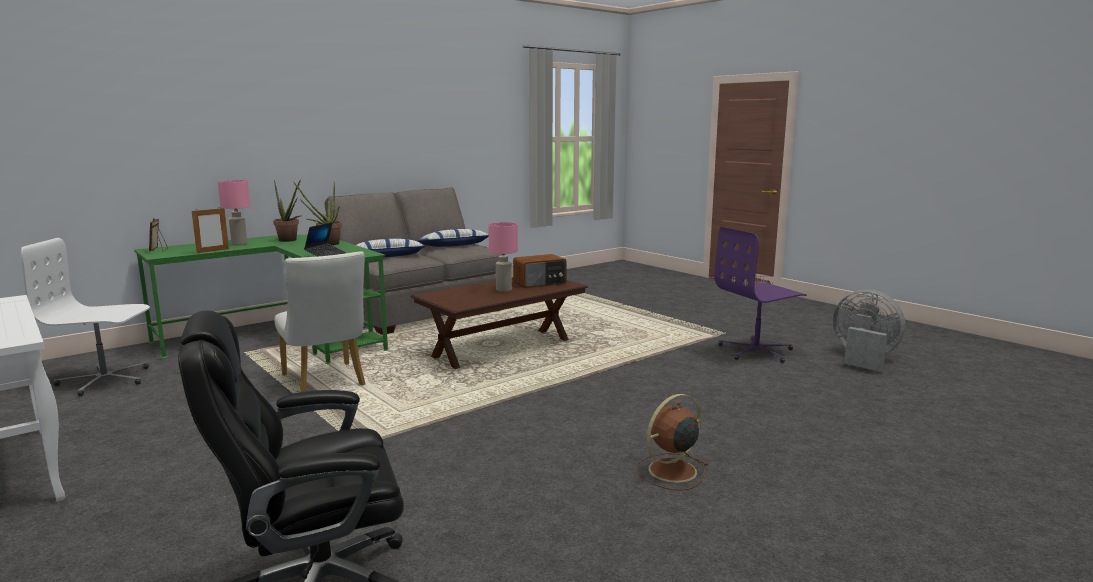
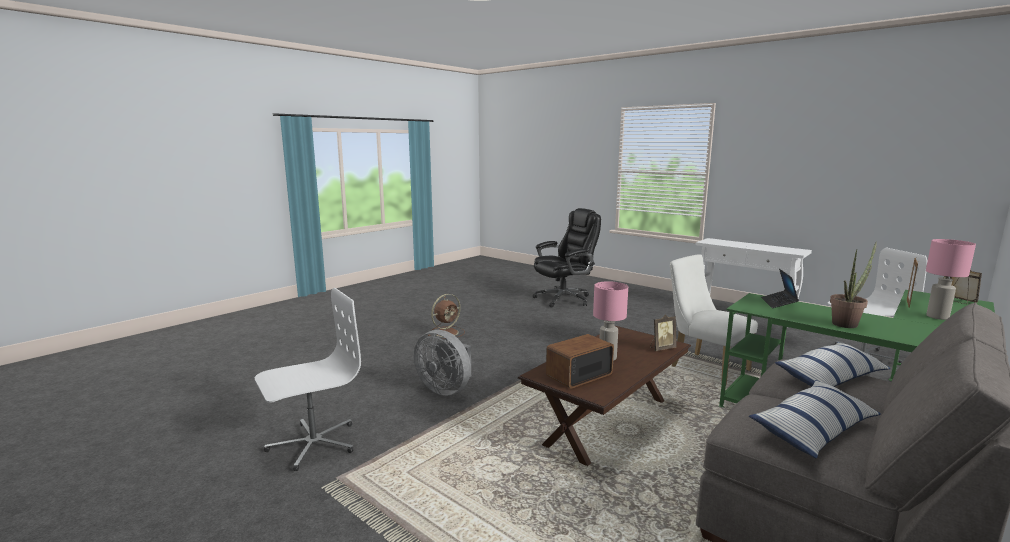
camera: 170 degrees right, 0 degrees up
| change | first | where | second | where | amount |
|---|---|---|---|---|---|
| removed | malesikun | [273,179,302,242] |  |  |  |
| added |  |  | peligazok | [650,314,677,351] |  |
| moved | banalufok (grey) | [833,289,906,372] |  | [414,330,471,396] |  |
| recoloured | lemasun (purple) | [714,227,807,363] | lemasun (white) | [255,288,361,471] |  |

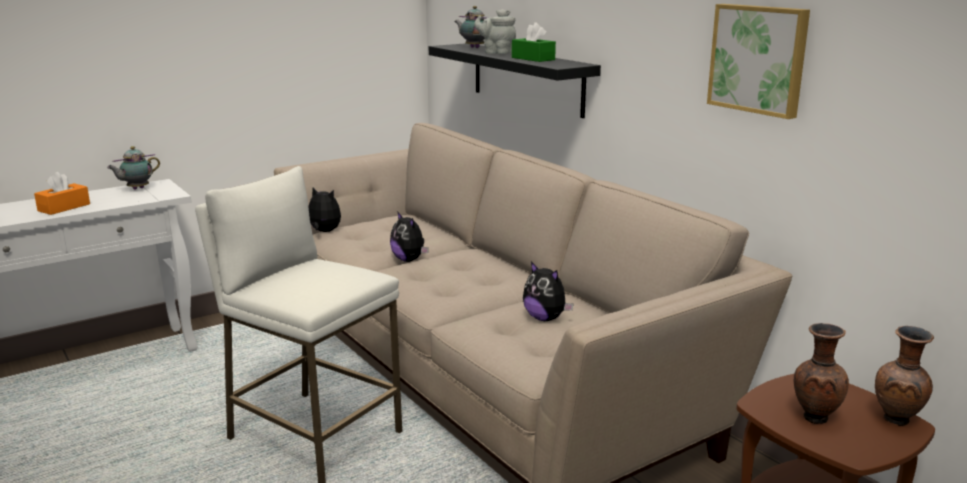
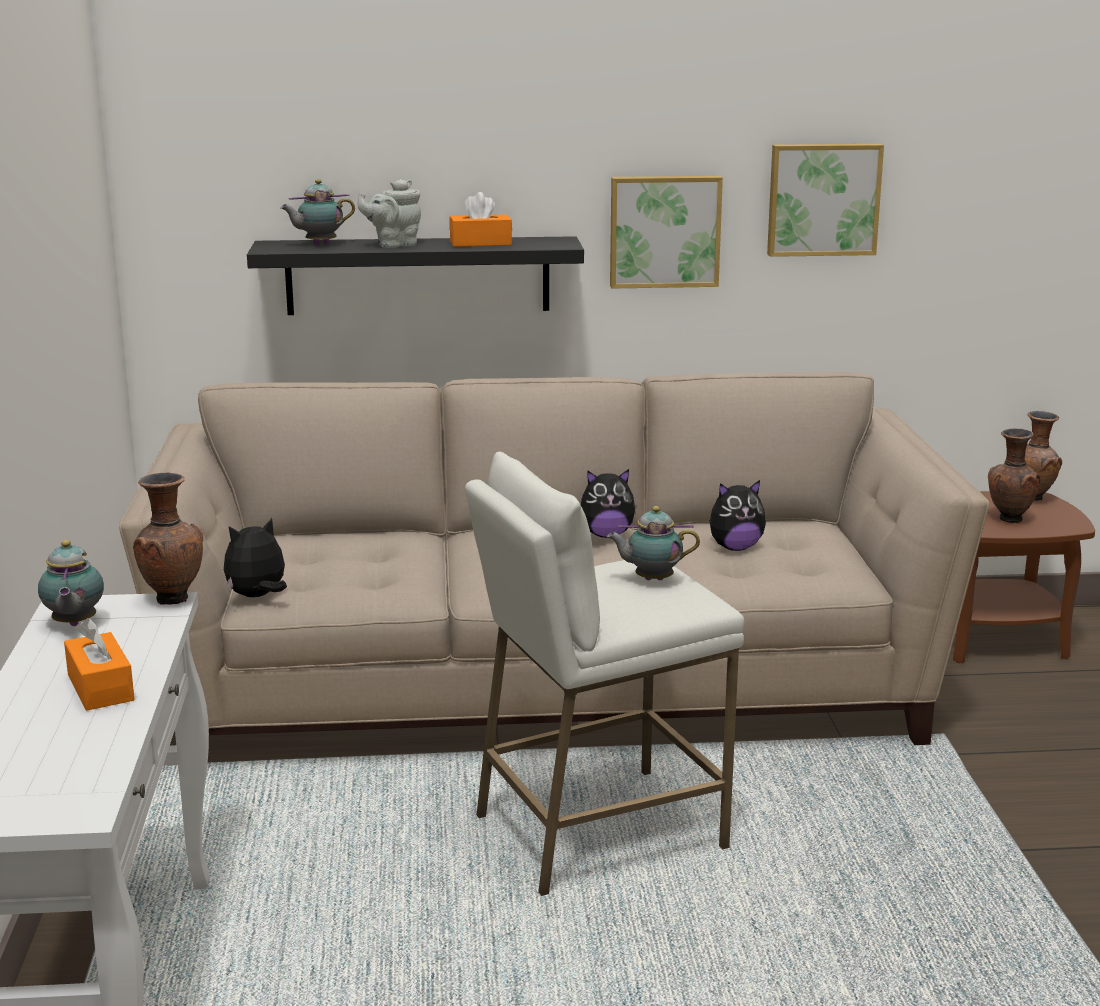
camera: 60 degrees left, 0 degrees up
| change | first | where | second | where | amount |
|---|---|---|---|---|---|
| added |  |  | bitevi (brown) | [133,472,203,605] |  |
| added |  |  | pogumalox | [607,506,700,580] |  |
| added |  |  | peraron | [610,176,723,289] |  |
| moved | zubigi | [390,211,429,262] |  | [581,469,637,538] |  |
| recoloured | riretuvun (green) | [512,22,556,62] | riretuvun (orange) | [449,192,512,247] |  |

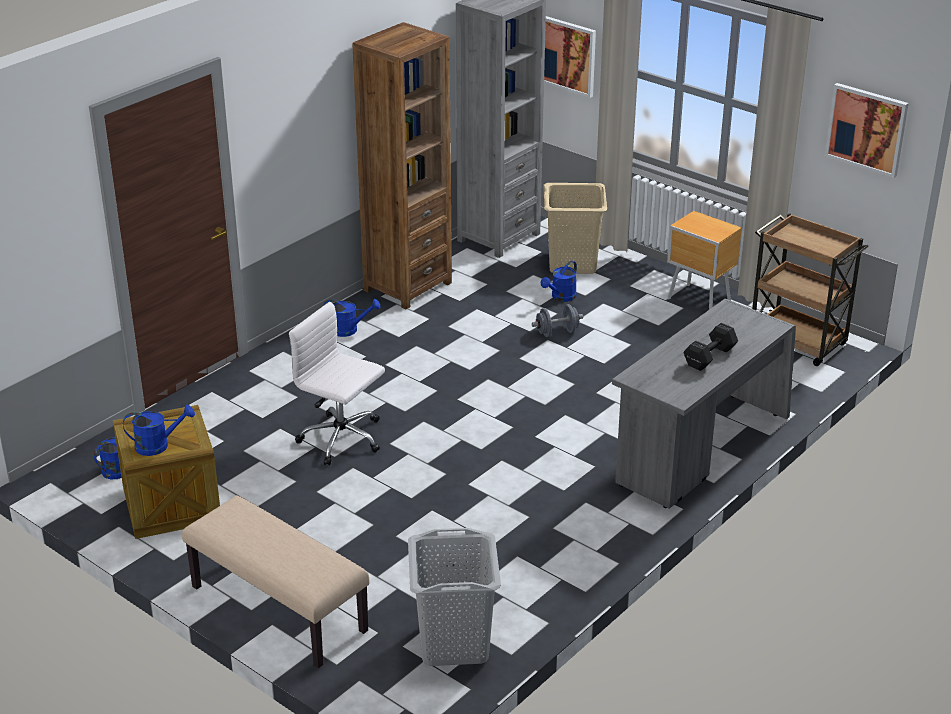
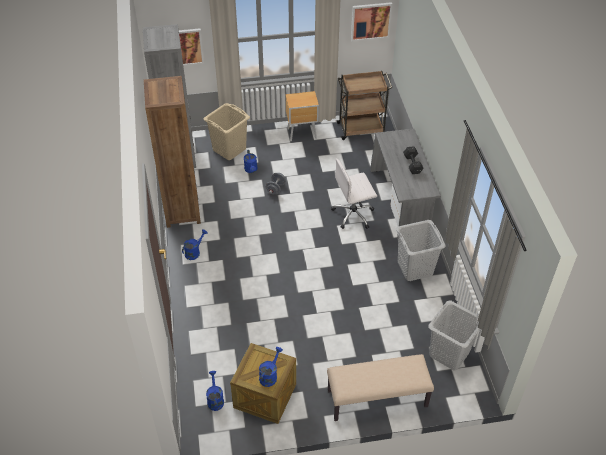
camera: 50 degrees left, 15 degrees up
| change | first | where | second | where | amount |
|---|---|---|---|---|---|
| added |  |  | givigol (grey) | [396,220,446,281] |  |
| moved | lemasun (white) | [289,302,385,465] |  | [331,159,377,229] |  |

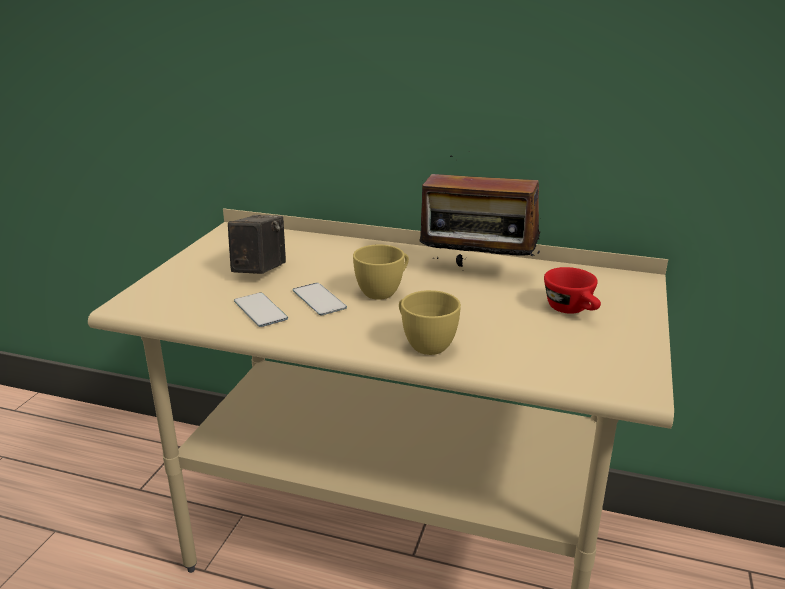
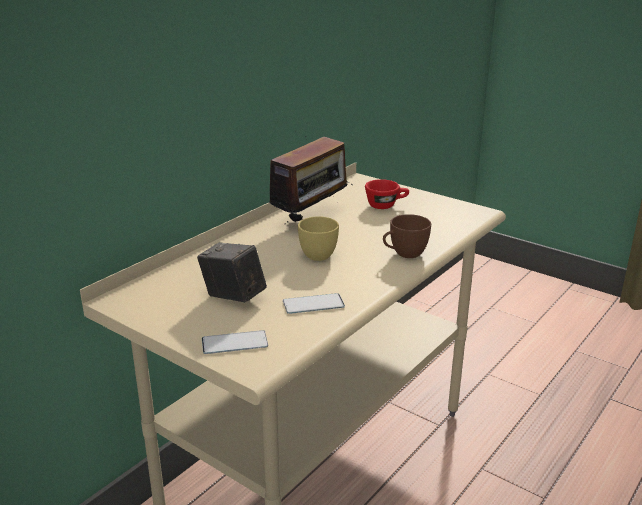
camera: 70 degrees left, 0 degrees up
| change | first | where | second | where | amount |
|---|---|---|---|---|---|
| moved | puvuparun | [292,283,347,315] |  | [202,330,268,354] |  |
| recoloured | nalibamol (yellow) | [399,290,461,355] | nalibamol (brown) | [383,214,431,258] |  |

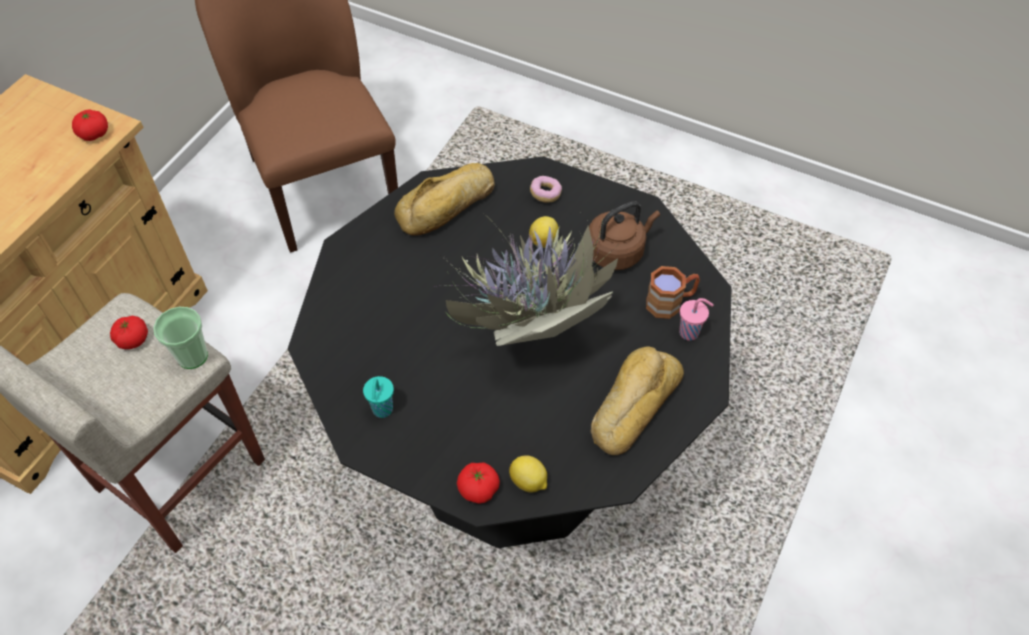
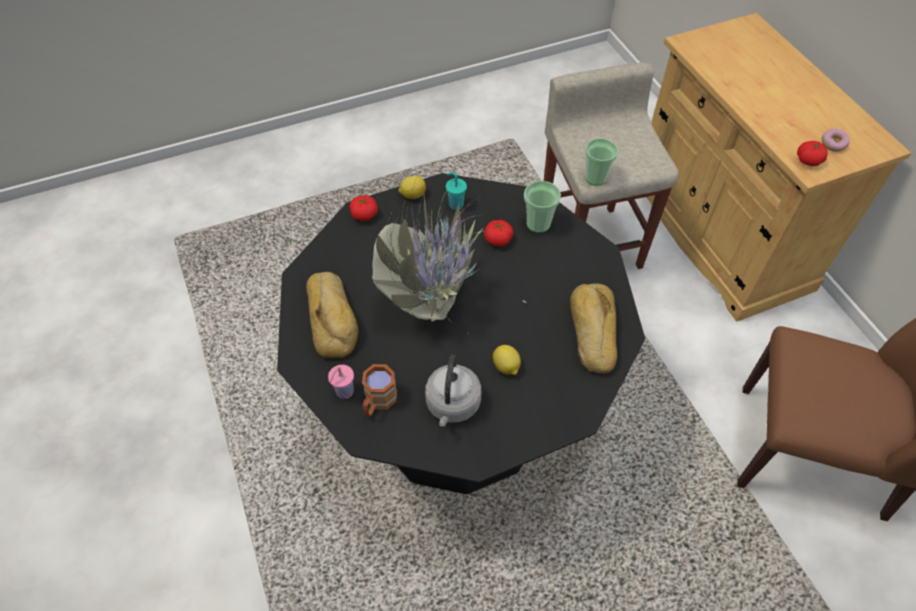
camera: 130 degrees right, 0 degrees up
| change | first | where | second | where | amount |
|---|---|---|---|---|---|
| added |  |  | nalibamol | [524,181,561,233] |  |
| moved | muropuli | [110,316,148,349] |  | [484,220,513,247] |  |
| moved | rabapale | [509,455,547,493] |  | [398,176,426,199] |  |
| moved | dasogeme | [530,176,562,202] |  | [822,128,850,152] |  |
| recoloured | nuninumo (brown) | [589,201,660,270] | nuninumo (grey) | [425,354,481,426] |  |

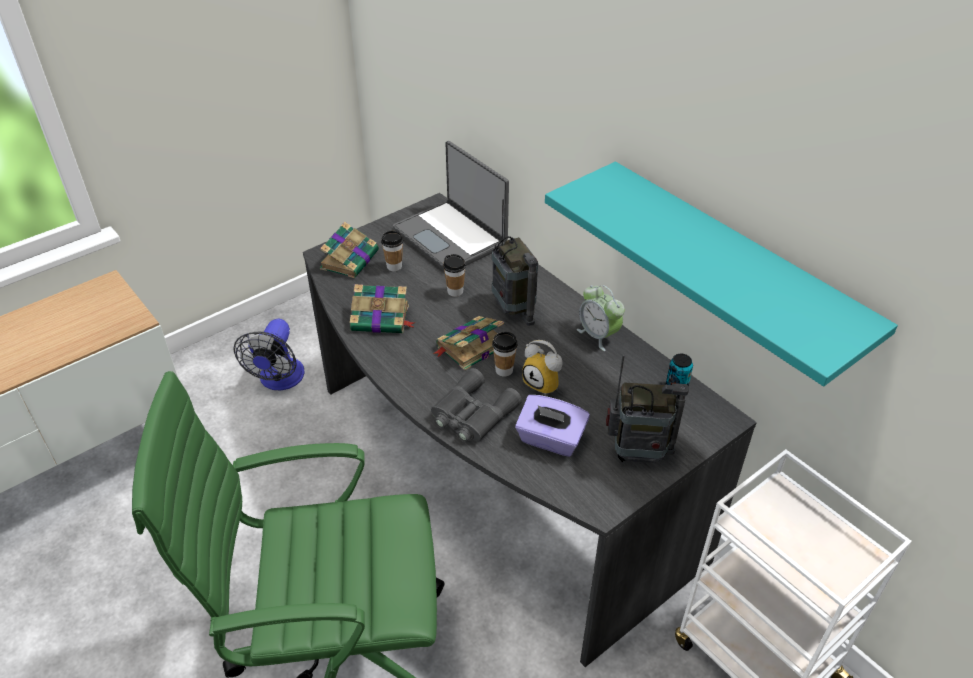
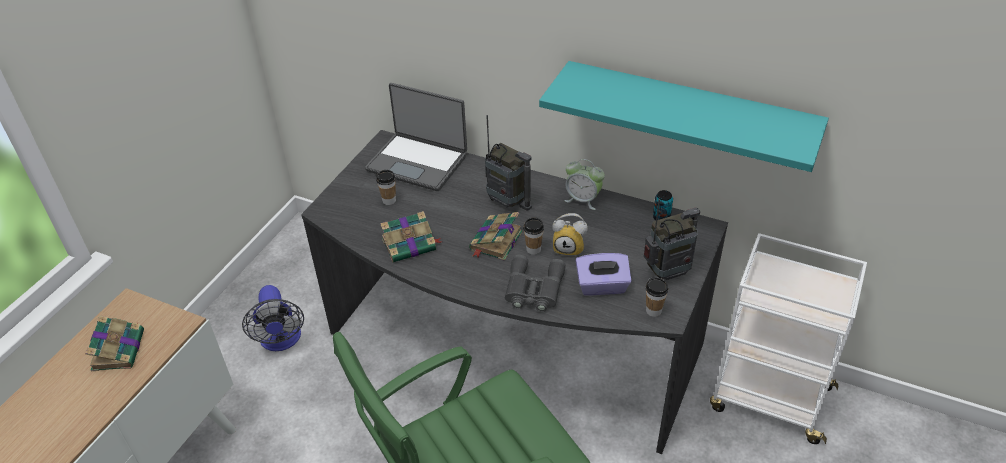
camera: 25 degrees left, 0 degrees up
| change | first | where | second | where | amount |
|---|---|---|---|---|---|
| moved | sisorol | [320,221,379,278] |  | [86,315,144,371] |  |
| moved | nalibamol | [443,254,466,297] |  | [646,277,669,317] |  |

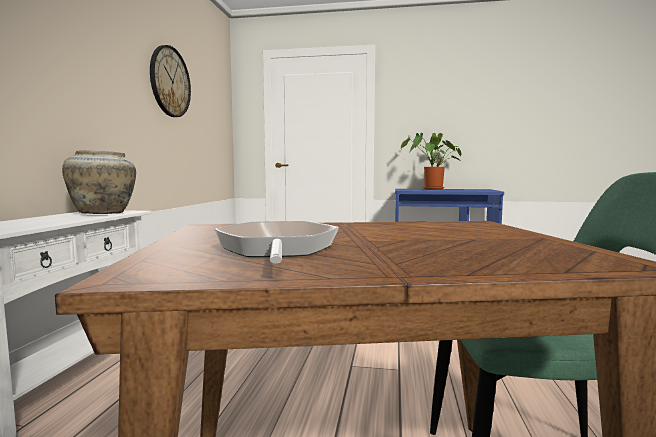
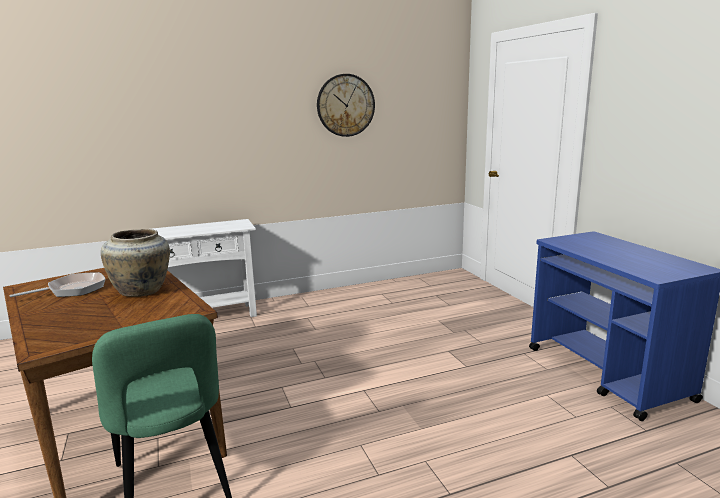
camera: 60 degrees right, 10 degrees up
| change | first | where | second | where | amount |
|---|---|---|---|---|---|
| removed | malesikun | [401,133,462,190] |  |  |  |
| moved | bitevi (beige) | [62,150,136,214] |  | [101,229,170,297] |  |

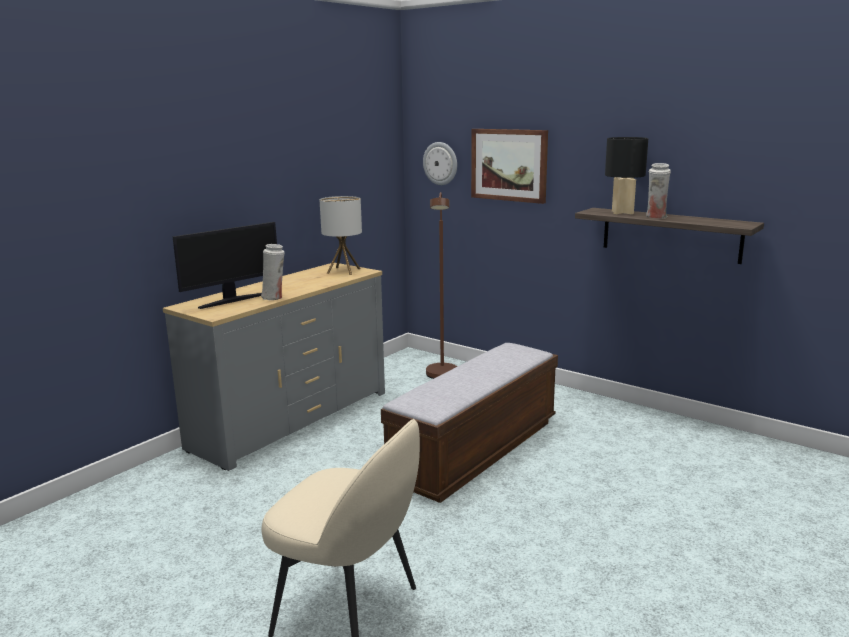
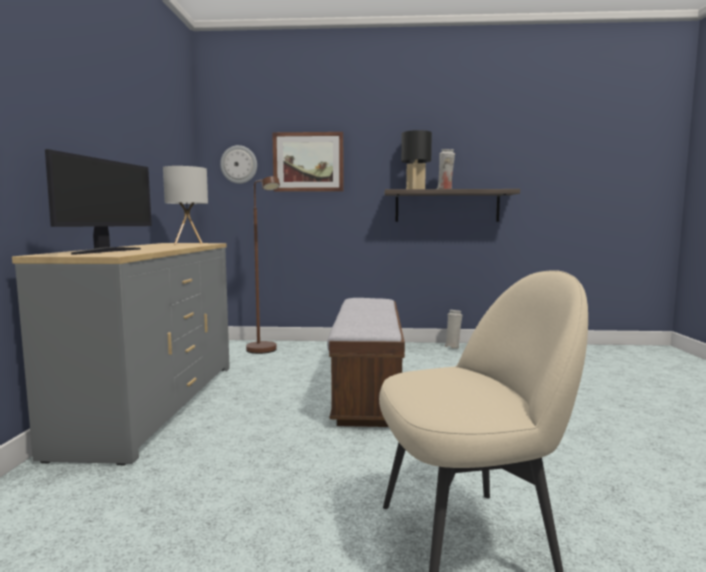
camera: 35 degrees left, 10 degrees down
| change | first | where | second | where | amount |
|---|---|---|---|---|---|
| moved | bitevi (white) | [261,244,285,300] |  | [445,310,463,349] |  |

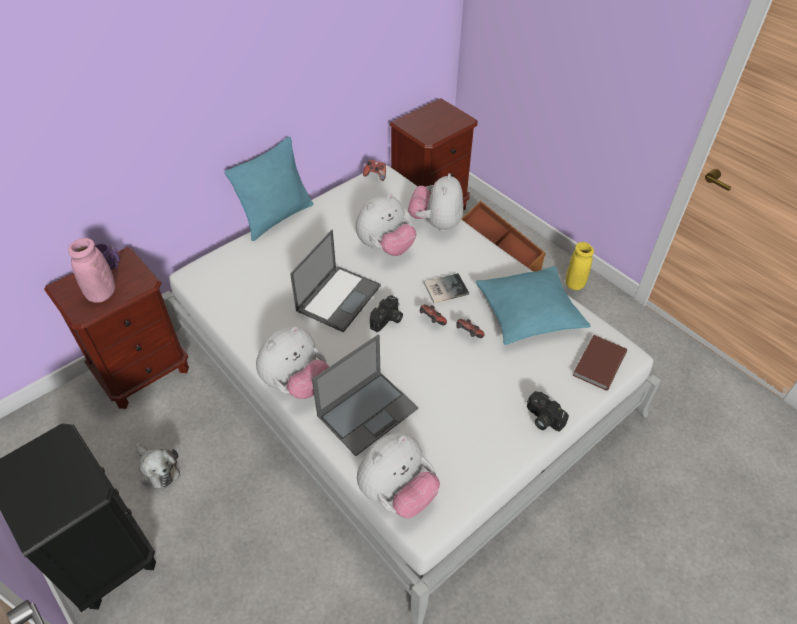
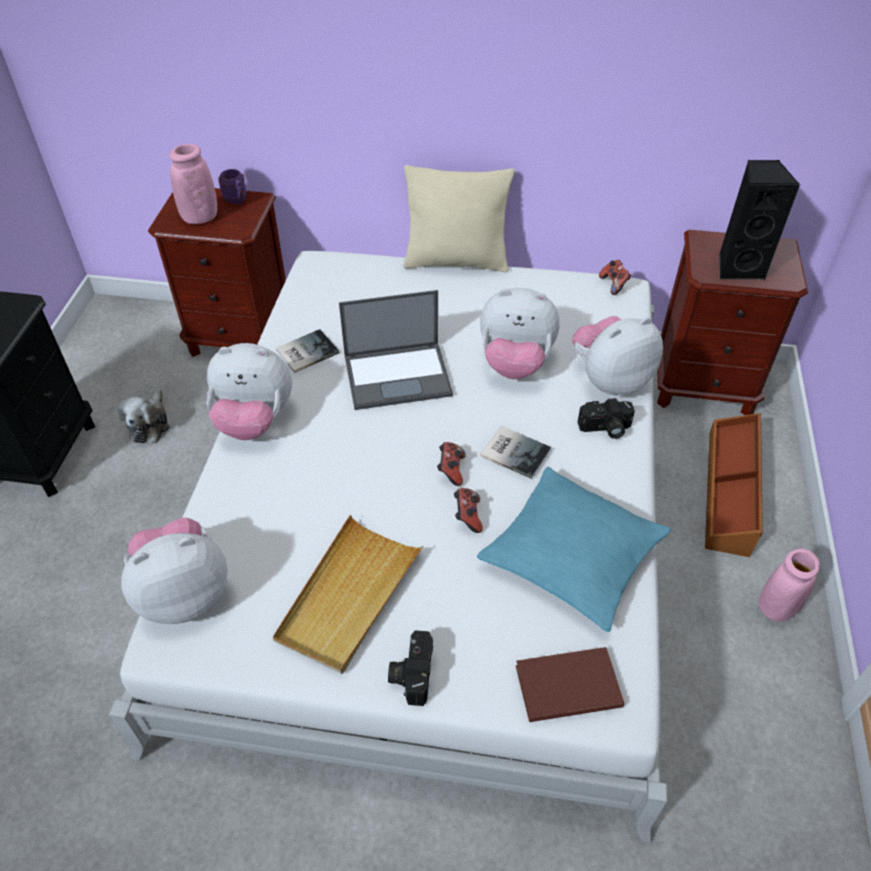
camera: 50 degrees right, 0 degrees up
| change | first | where | second | where | amount |
|---|---|---|---|---|---|
| removed | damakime | [312,335,418,456] |  |  |  |
| added |  |  | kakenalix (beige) | [273,515,423,674] |  |
| added |  |  | sisorol | [276,329,339,373] |  |
| added |  |  | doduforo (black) | [719,160,800,280] |  |
| moved | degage | [370,295,403,332] |  | [578,398,635,439] |  |
| recoloured | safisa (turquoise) | [225,137,313,241] | safisa (beige) | [403,165,515,272] |  |
| recoloured | bitevi (yellow) | [566,242,594,290] | bitevi (pink) | [759,549,820,622] |  |
| turned | zubigi | [357,433,440,518] |  | [121,517,228,624] | 150 degrees clockwise |

